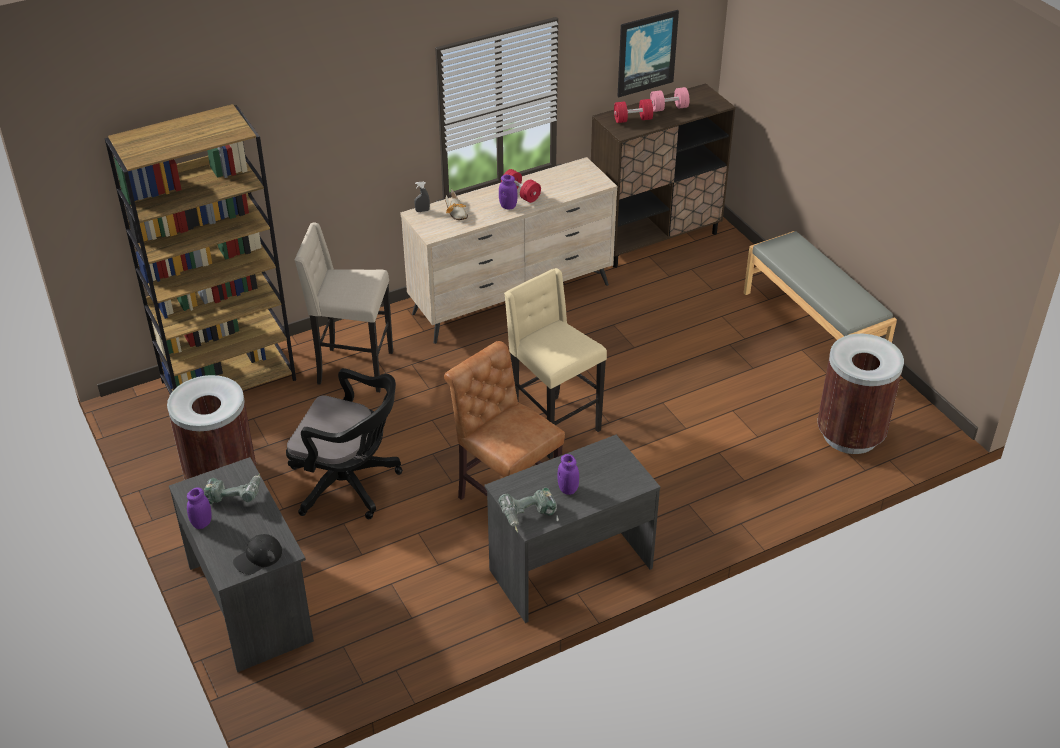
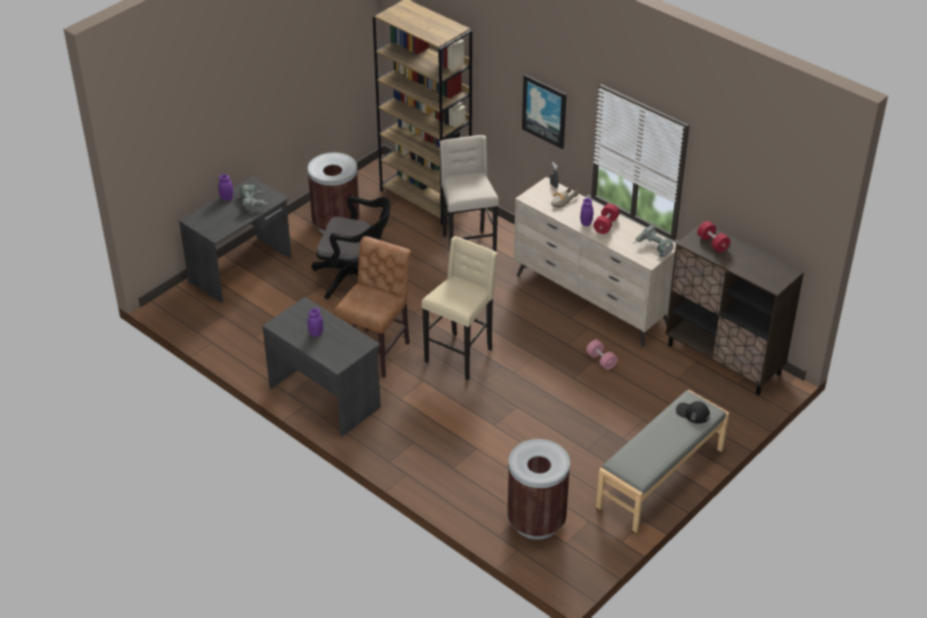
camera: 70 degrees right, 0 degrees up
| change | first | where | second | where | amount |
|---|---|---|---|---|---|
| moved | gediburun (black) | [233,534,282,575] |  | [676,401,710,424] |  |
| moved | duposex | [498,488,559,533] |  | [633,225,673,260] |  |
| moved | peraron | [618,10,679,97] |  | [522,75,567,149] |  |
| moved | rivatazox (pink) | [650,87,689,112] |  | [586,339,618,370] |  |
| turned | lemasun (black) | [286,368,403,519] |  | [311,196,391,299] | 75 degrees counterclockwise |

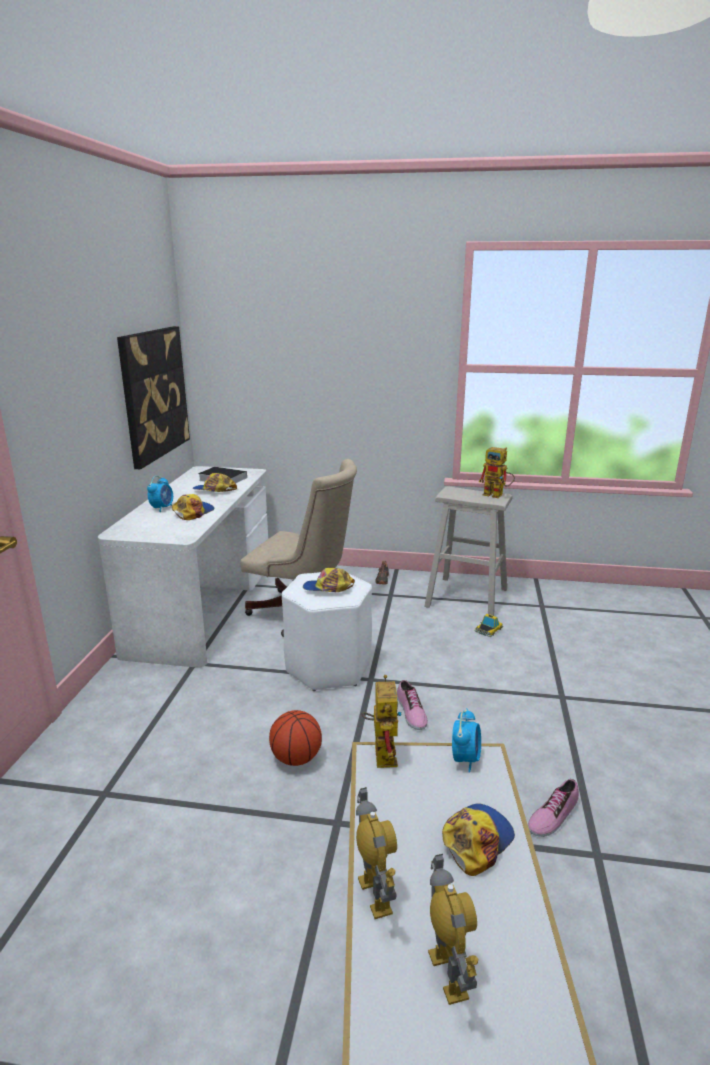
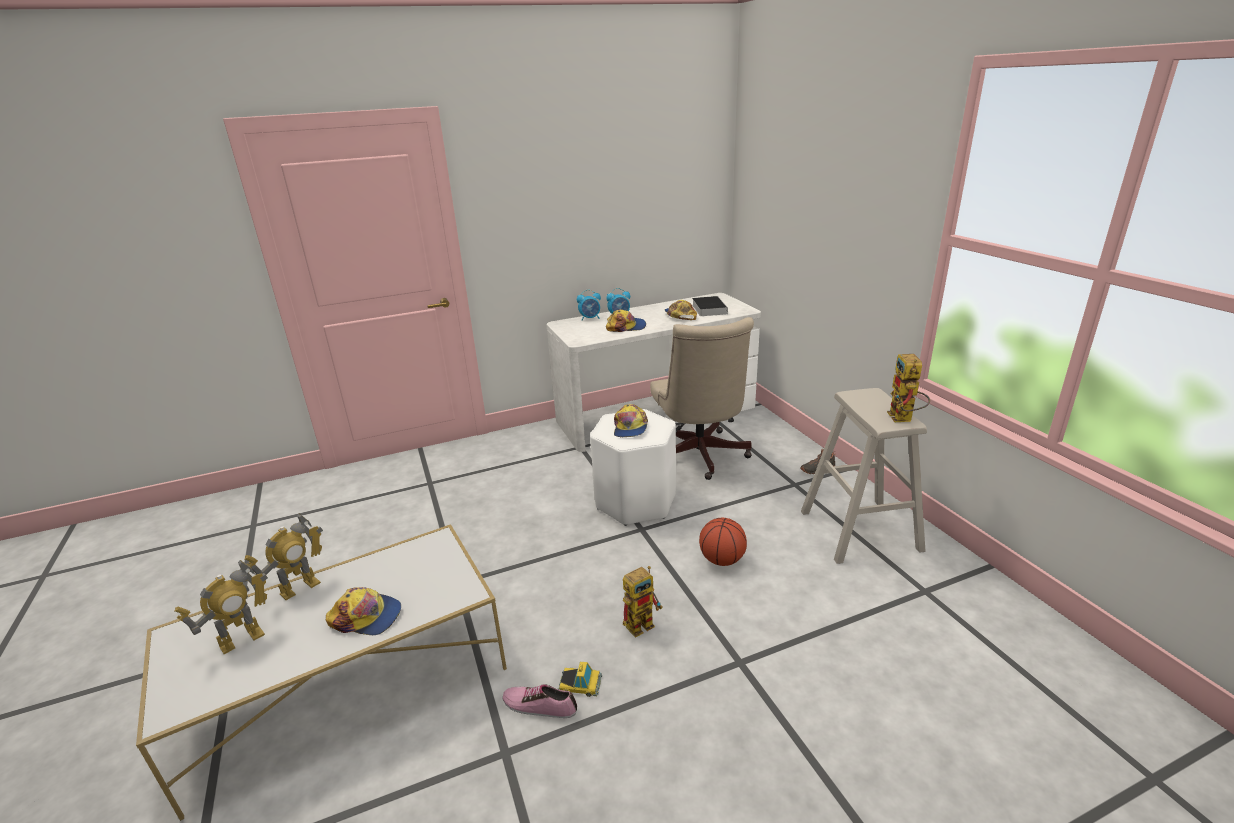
camera: 60 degrees right, 5 degrees up
| change | first | where | second | where | amount |
|---|---|---|---|---|---|
| removed | peraron | [117,326,190,469] |  |  |  |
| removed | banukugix | [397,680,428,730] |  |  |  |
| moved | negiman | [269,710,322,766] |  | [699,518,747,566] |  |
| moved | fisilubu | [362,675,402,768] |  | [623,566,663,638] |  |
| moved | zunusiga | [452,708,481,773] |  | [577,290,601,321] |  |
| moved | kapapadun | [474,614,503,637] |  | [558,662,602,697] |  |
| turned | gediburun | [303,568,355,592] |  | [614,404,648,437] | 150 degrees counterclockwise |

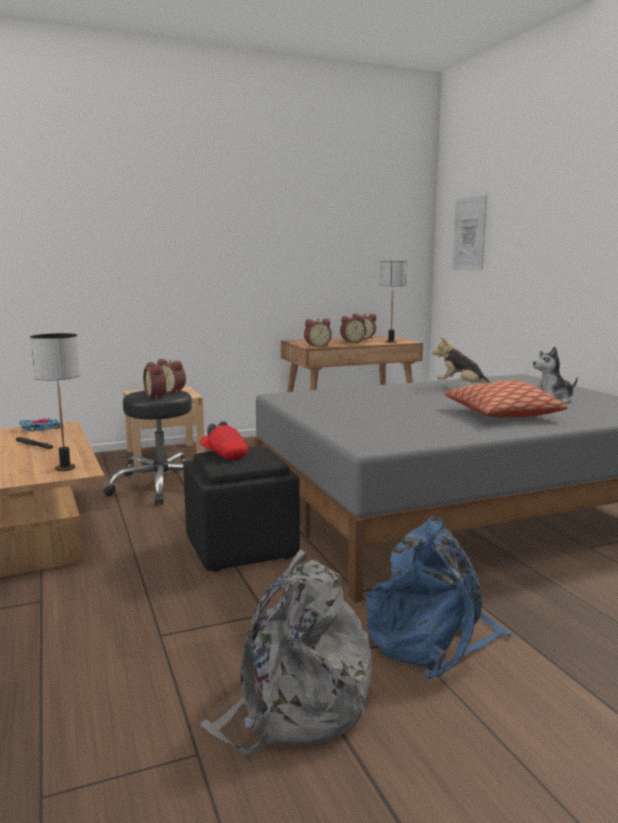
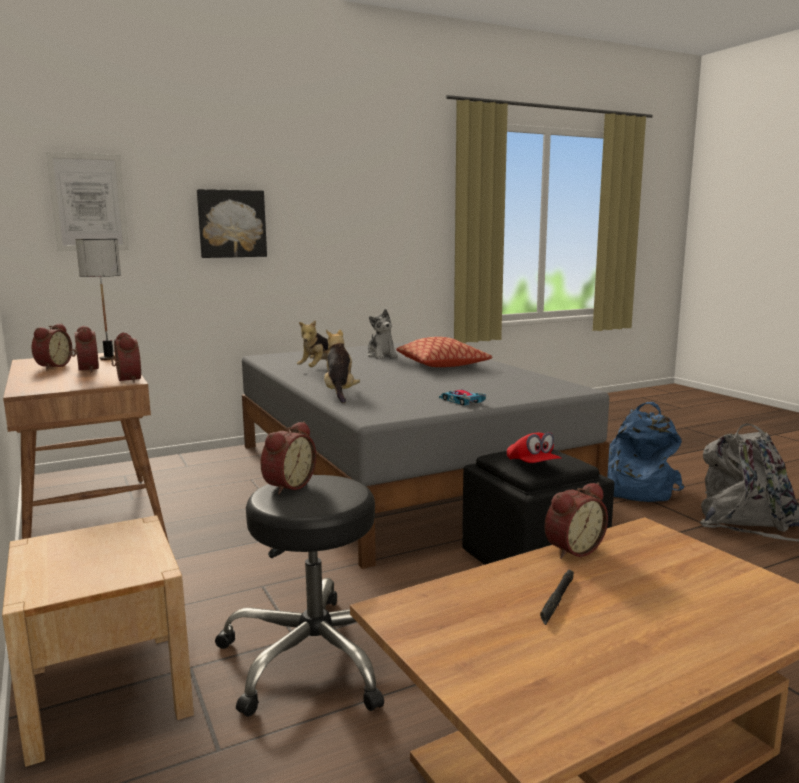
camera: 95 degrees left, 0 degrees up
| change | first | where | second | where | amount |
|---|---|---|---|---|---|
| removed | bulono | [30,333,81,471] |  |  |  |
| added |  |  | peraron | [197,189,267,258] |  |
| added |  |  | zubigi | [324,330,360,403] |  |
| moved | kapapadun | [19,418,64,431] |  | [439,389,486,405] |  |
| moved | zunusiga | [143,362,166,399] |  | [545,483,608,559] |  |
| turned | gediburun (red) | [200,421,248,460] |  | [507,432,562,463] | 60 degrees counterclockwise |

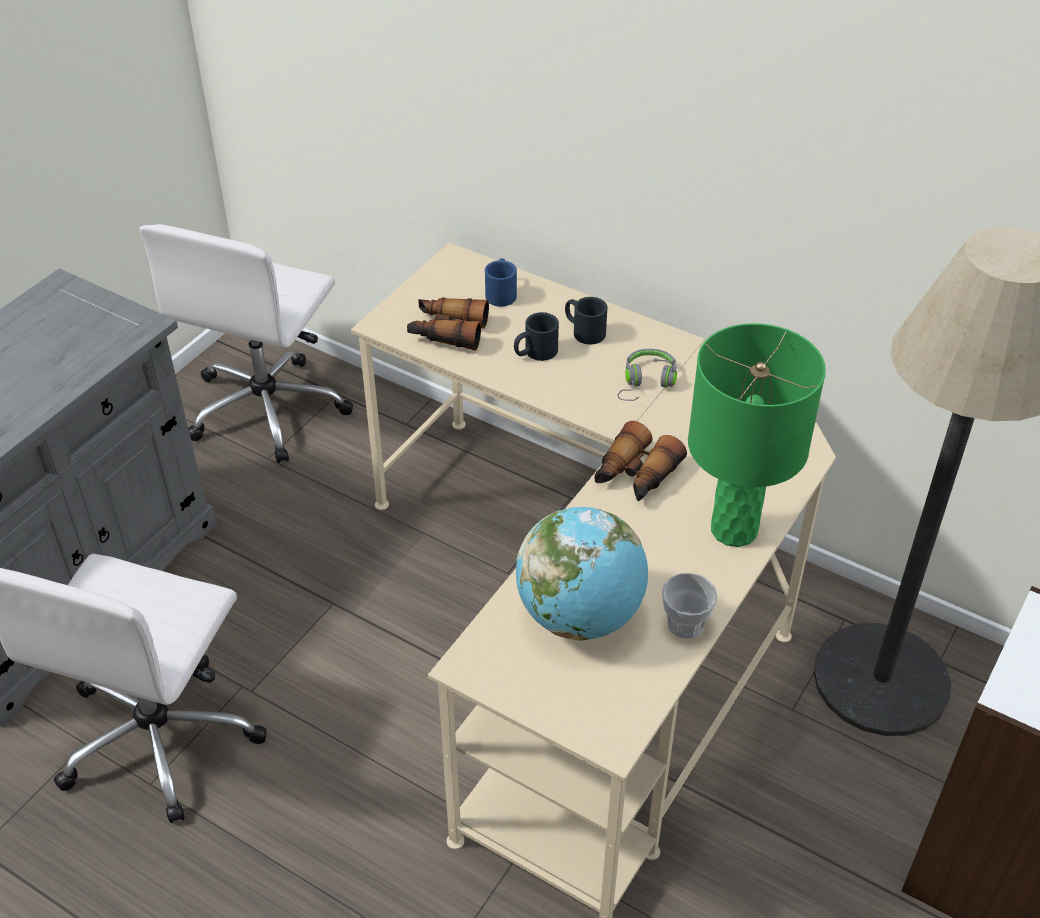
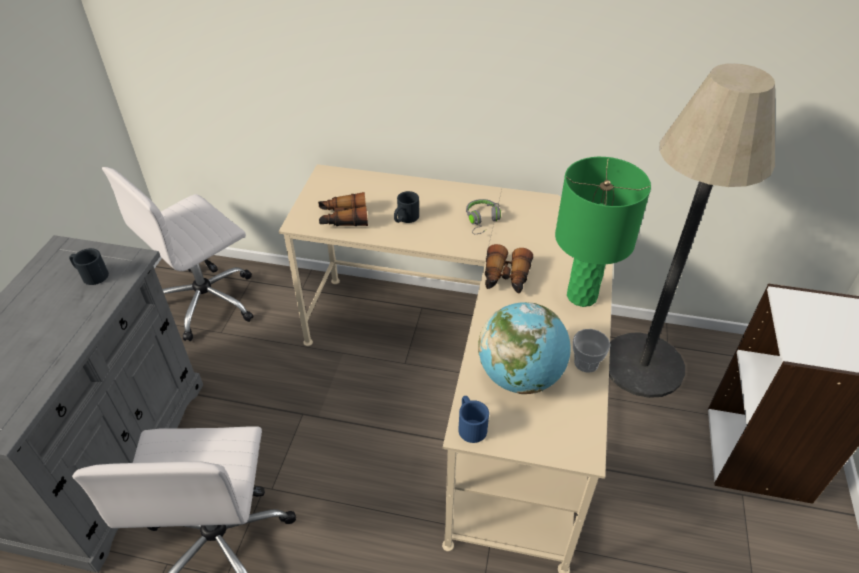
camera: 20 degrees left, 0 degrees up
| change | first | where | second | where | amount |
|---|---|---|---|---|---|
| moved | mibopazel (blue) | [485,258,517,307] |  | [458,396,489,443] |  |
| moved | mibopazel (black) | [565,297,608,344] |  | [69,248,109,285] |  |
| turned | lemasun (white) | [139,224,353,463] |  | [102,167,253,341] | 45 degrees clockwise |

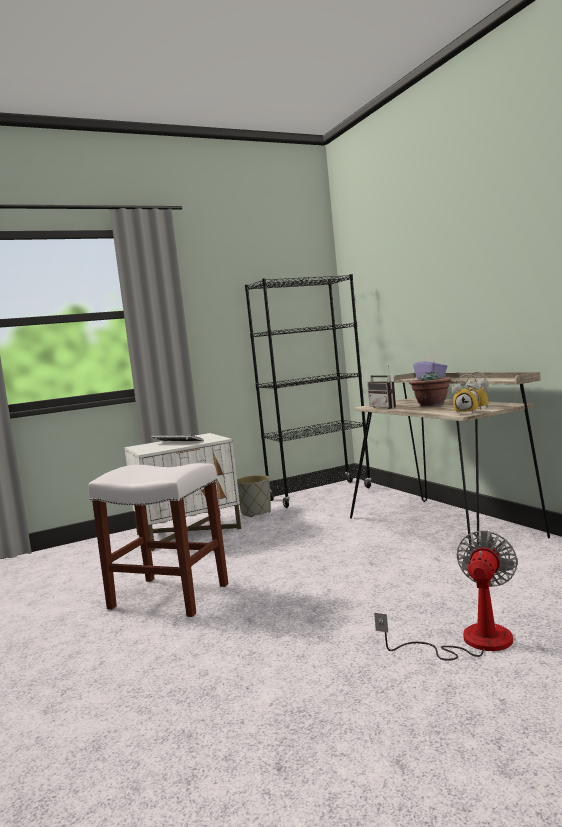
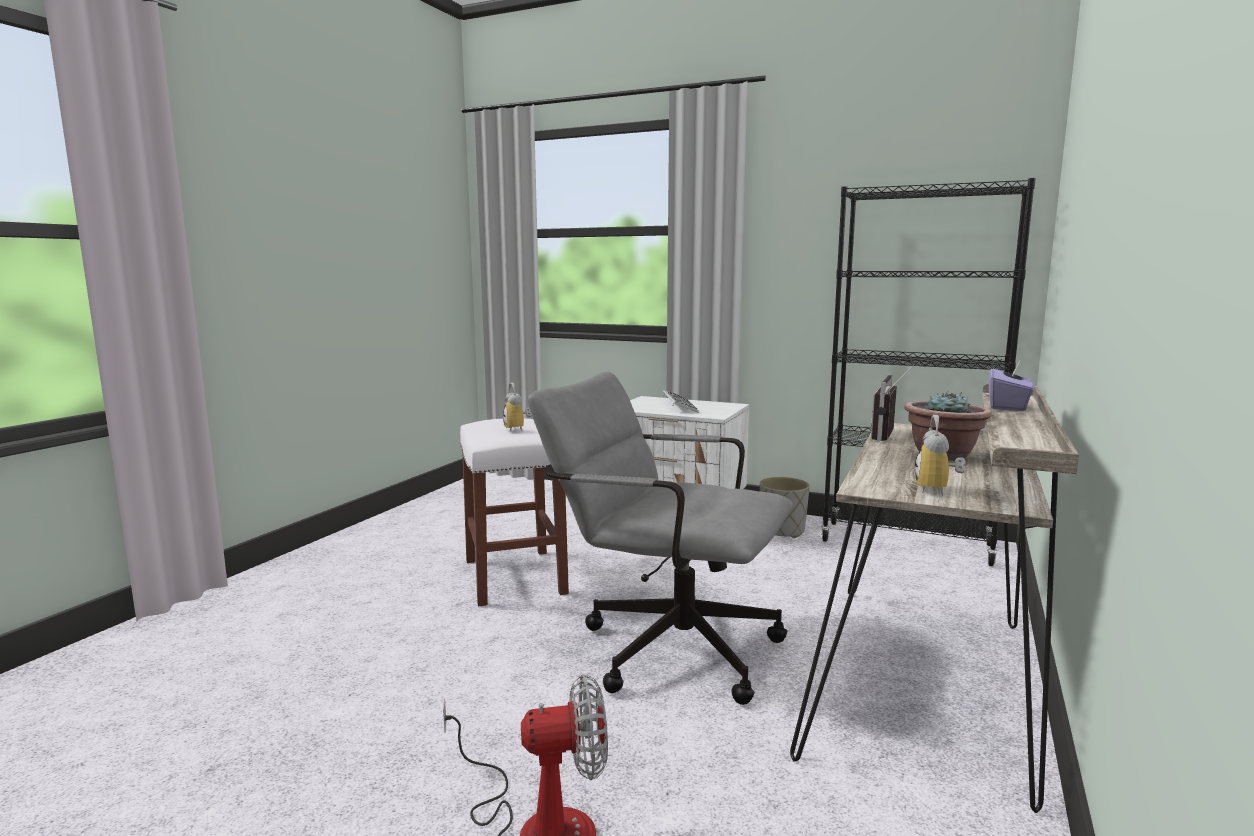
camera: 50 degrees right, 5 degrees up
| change | first | where | second | where | amount |
|---|---|---|---|---|---|
| added |  |  | lemasun (grey) | [528,371,793,705] |  |
| moved | zunusiga | [452,374,479,414] |  | [503,383,532,432] |  |

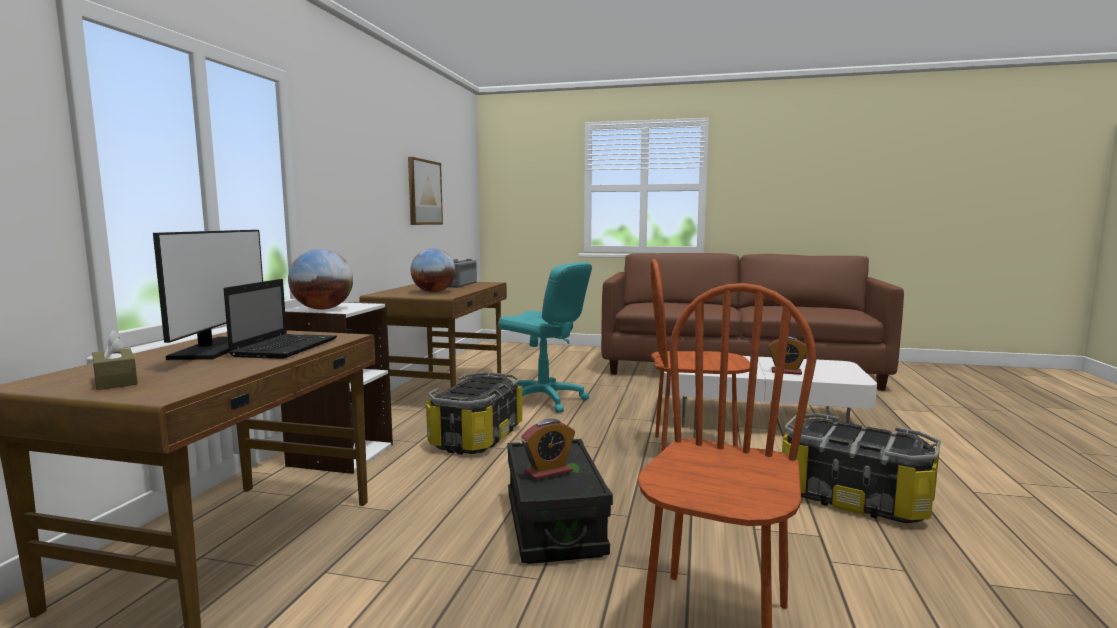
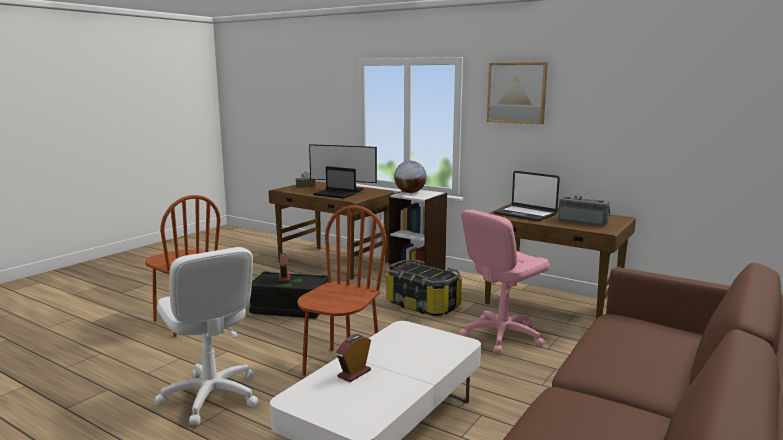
camera: 110 degrees right, 5 degrees up
| change | first | where | second | where | amount |
|---|---|---|---|---|---|
| moved | peraron | [408,157,443,225] |  | [487,62,548,124] |  |
| replaced | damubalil | [411,248,456,292] | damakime | [494,171,560,221] |  |
| replaced | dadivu | [782,413,941,523] | lemasun (white) | [155,247,259,425] |  |
| recoloured | lemasun (turquoise) | [498,262,592,413] | lemasun (pink) | [459,210,550,354] |  |

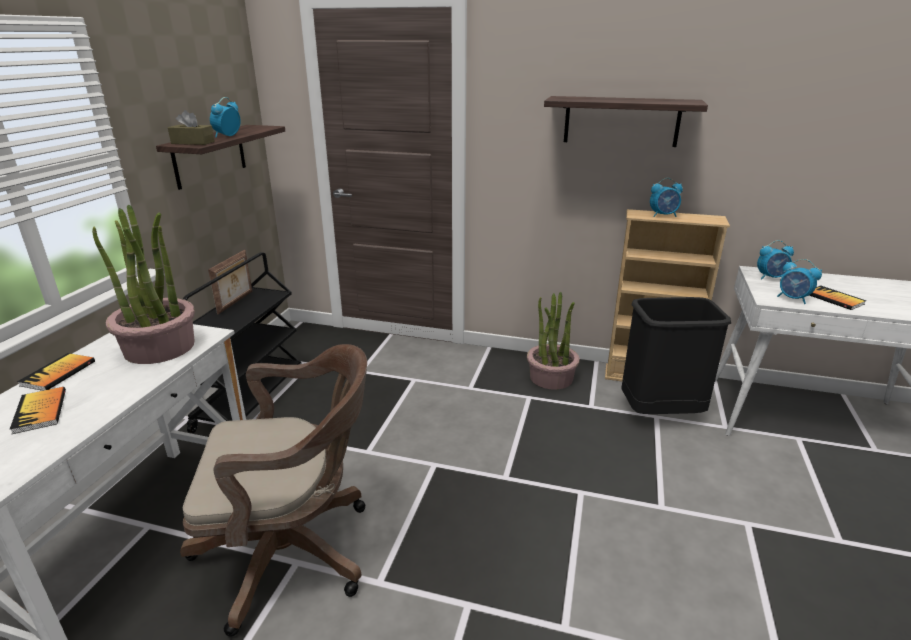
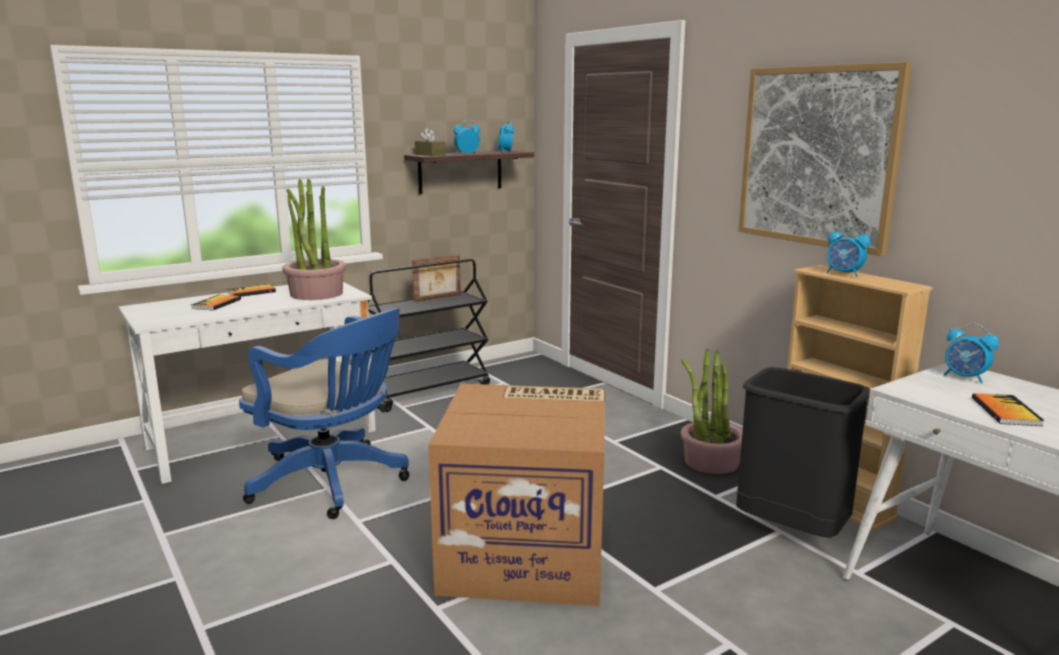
camera: 40 degrees right, 10 degrees down
| change | first | where | second | where | amount |
|---|---|---|---|---|---|
| added |  |  | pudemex | [428,384,605,606] |  |
| moved | zunusiga | [777,259,822,304] |  | [498,119,514,153] |  |
| replaced | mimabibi | [544,96,708,147] | peraron | [738,62,912,256] |  |
| recoloured | lemasun (brown) | [180,344,367,637] | lemasun (blue) | [239,308,410,519] |  |

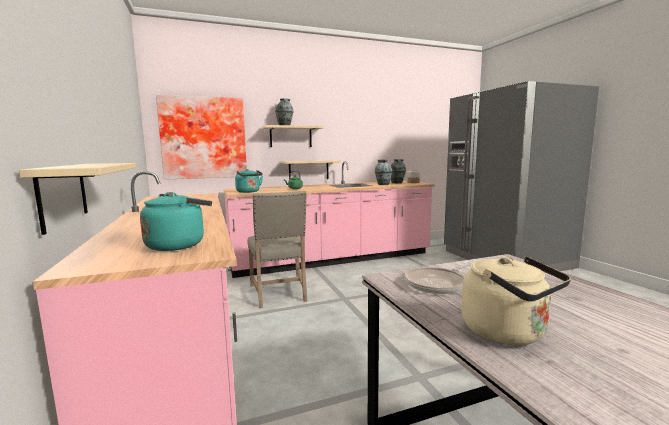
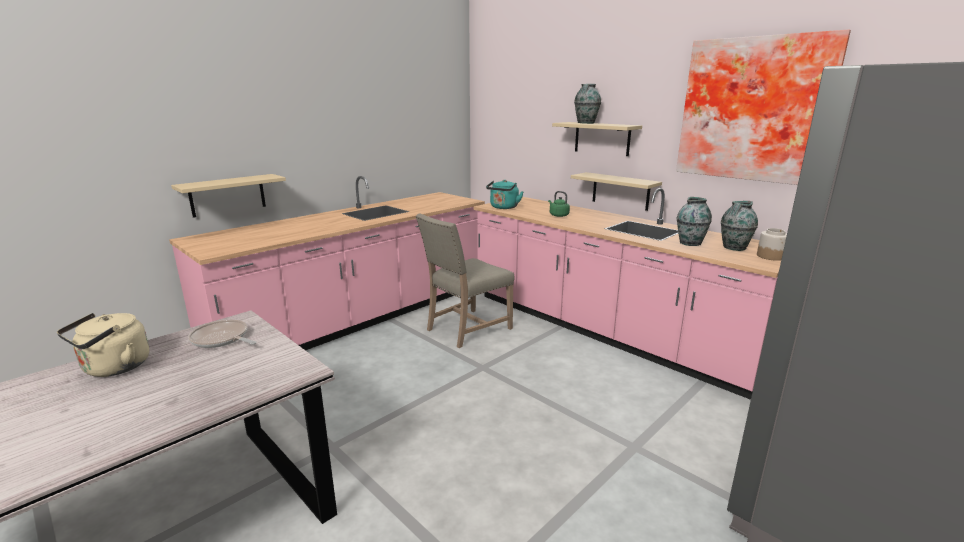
camera: 65 degrees right, 10 degrees up
| change | first | where | second | where | amount |
|---|---|---|---|---|---|
| removed | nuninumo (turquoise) | [140,192,212,251] |  |  |  |
| moved | peraron | [156,95,247,180] |  | [676,29,851,185] |  |

